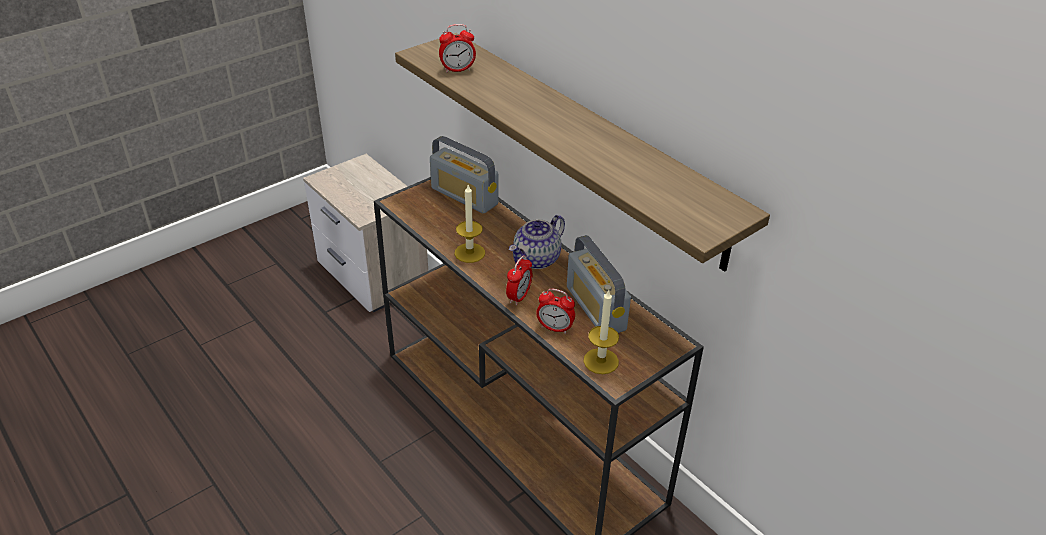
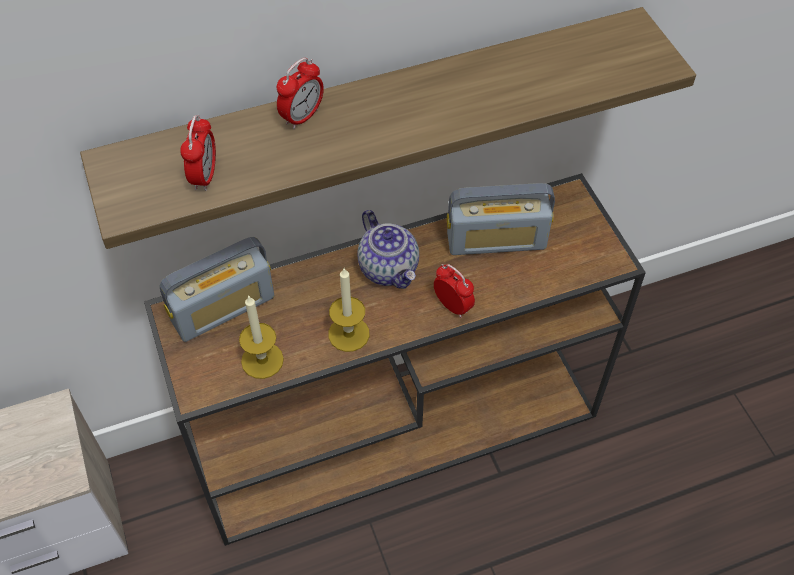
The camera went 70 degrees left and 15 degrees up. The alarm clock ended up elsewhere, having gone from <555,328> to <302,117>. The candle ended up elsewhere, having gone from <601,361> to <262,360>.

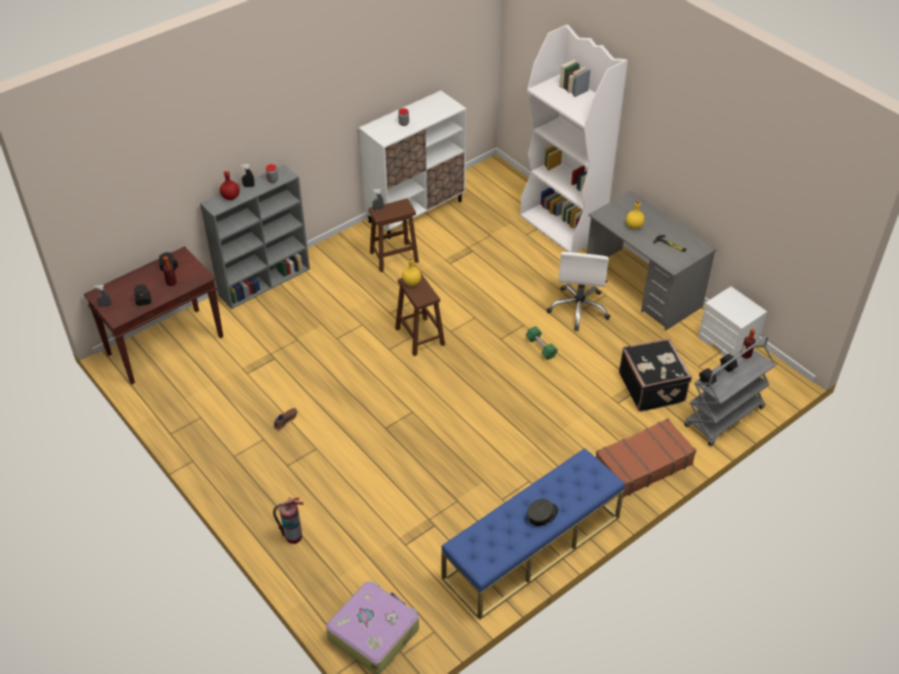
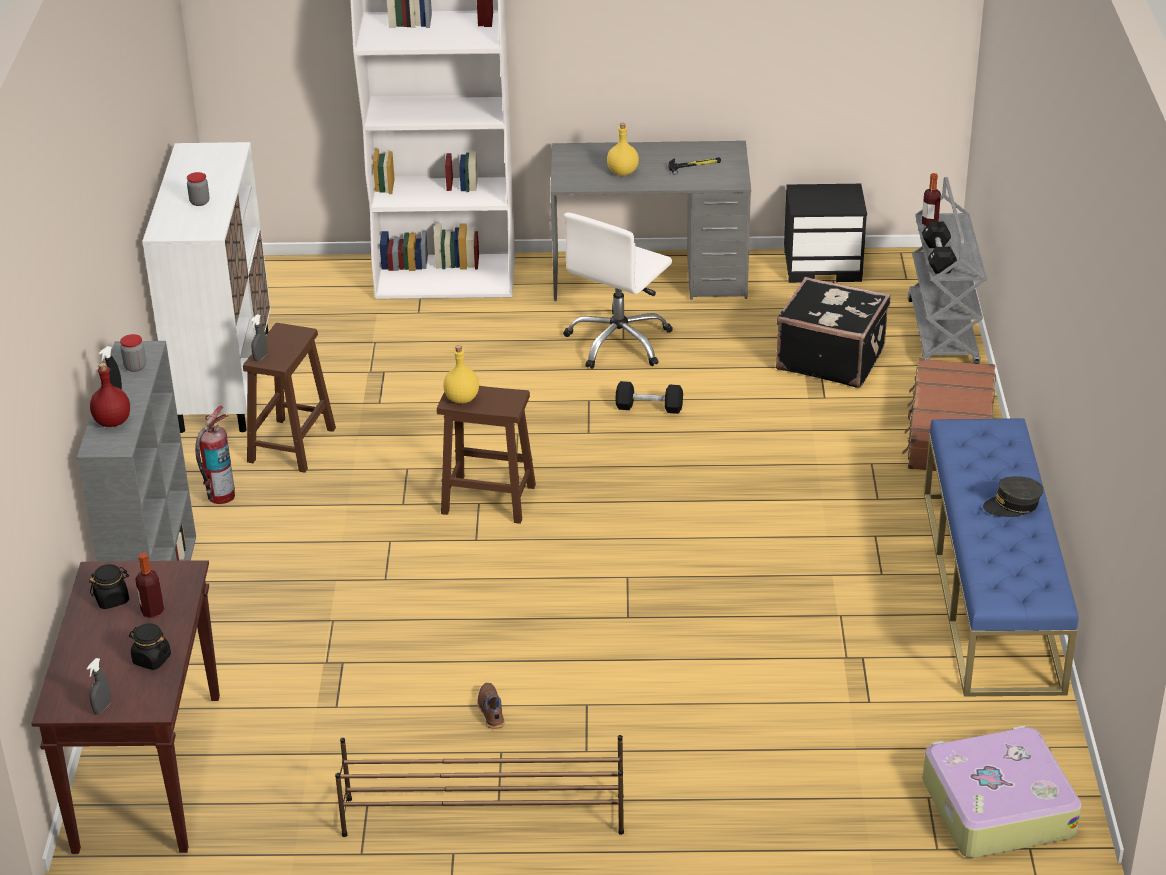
The camera went 50 degrees left and 10 degrees down. The second view gained the shoe shelf in brown at <482,815>. The fire extinguisher ended up elsewhere, having gone from <293,536> to <220,496>. What was the free weight in green-coloured at <541,347> turned into the free weight in black at <649,407>. What was the bedside table in white-coloured at <728,341> turned into the bedside table in black at <823,266>. The cap in greyish at <542,515> ended up facing another way, 105 degrees counterclockwise from before. The desk chair in white-coloured at <579,308> ended up facing another way, 75 degrees clockwise from before.

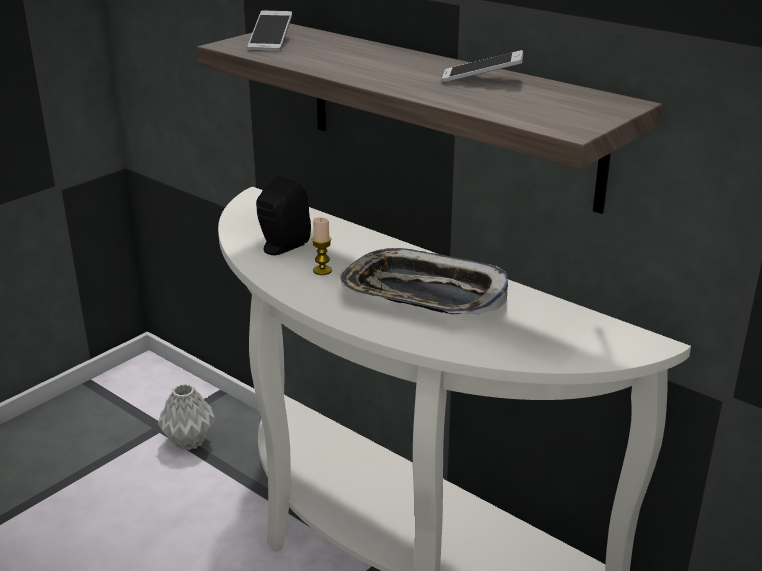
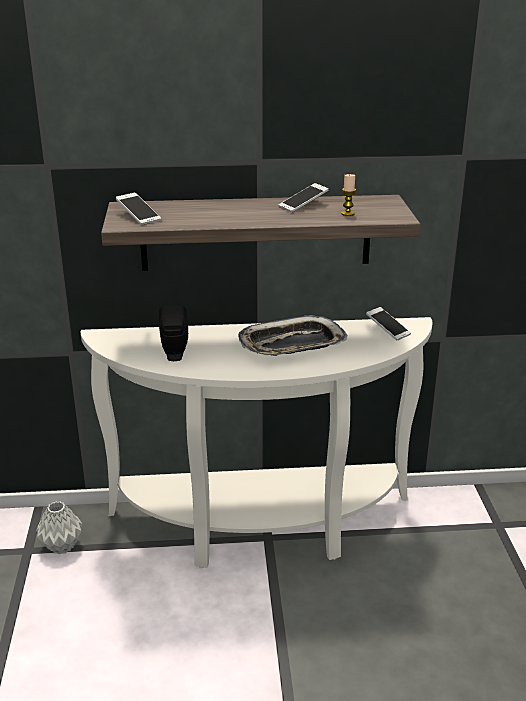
The camera went 45 degrees left and 0 degrees up. The second view gained the handset at <387,330>. The candle ended up elsewhere, having gone from <322,270> to <347,213>.

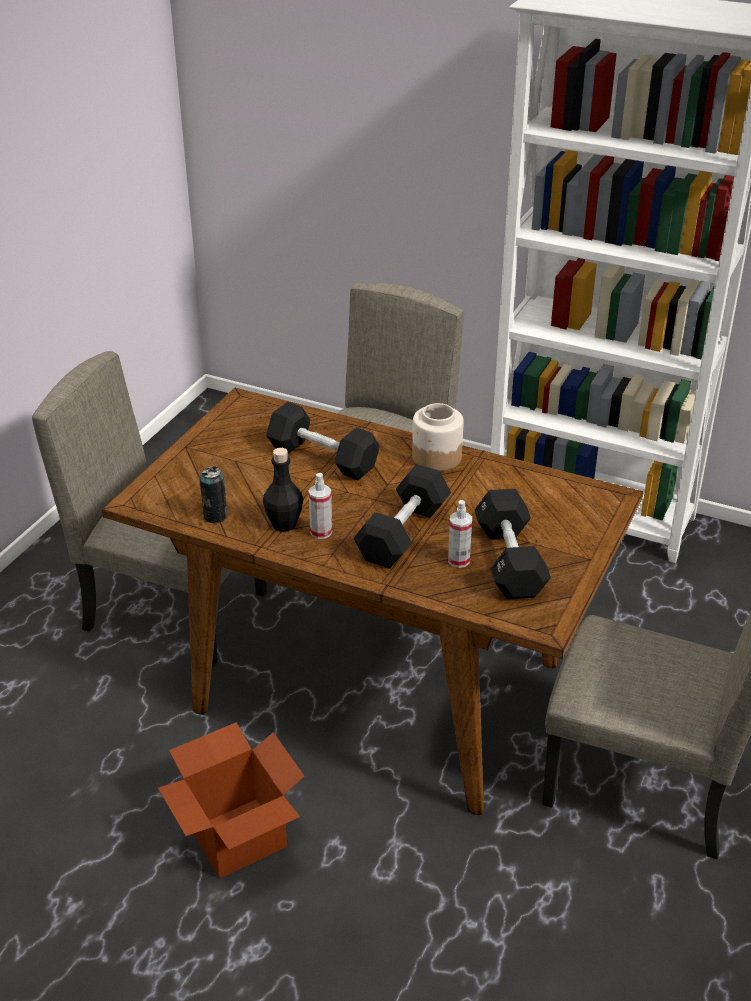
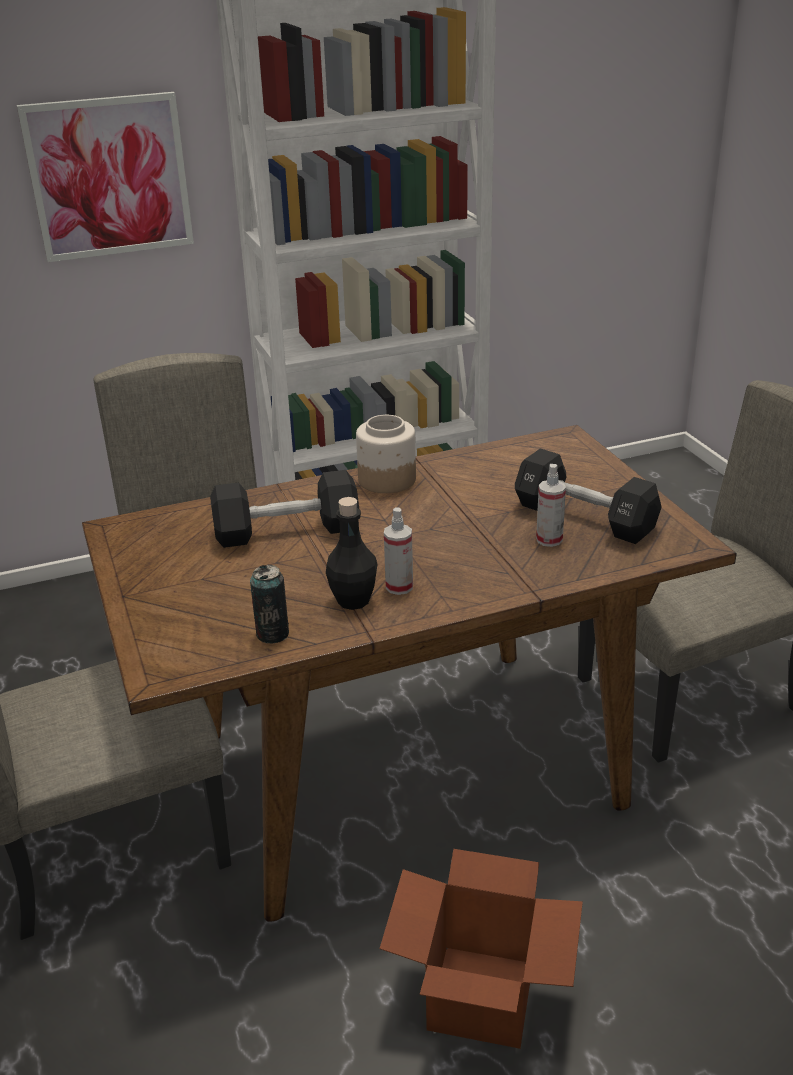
The camera went 45 degrees left and 5 degrees down. The second view lost the free weight in black at <403,533>. The second view gained the wall art at <109,177>.

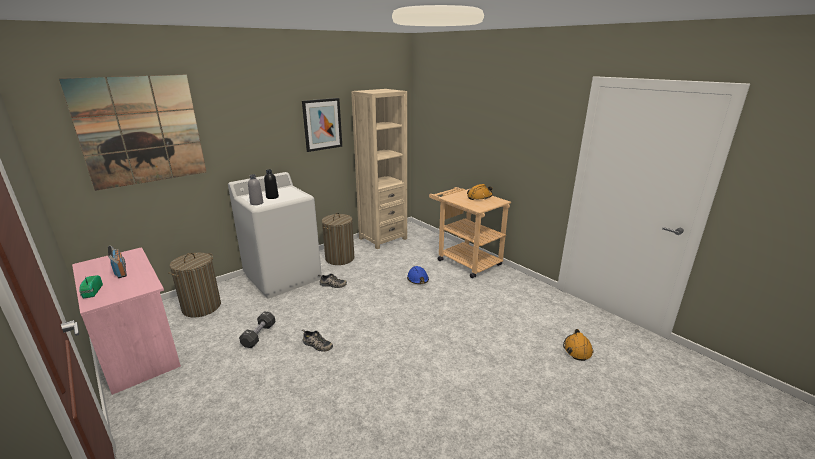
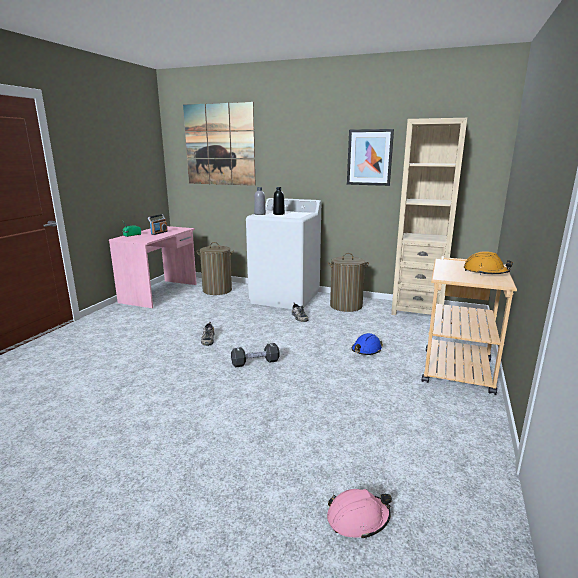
The camera went 60 degrees right and 5 degrees down. The free weight in black ended up elsewhere, having gone from <259,335> to <255,362>. What was the hard hat in orangey at <577,349> turned into the hard hat in pink at <358,519>.

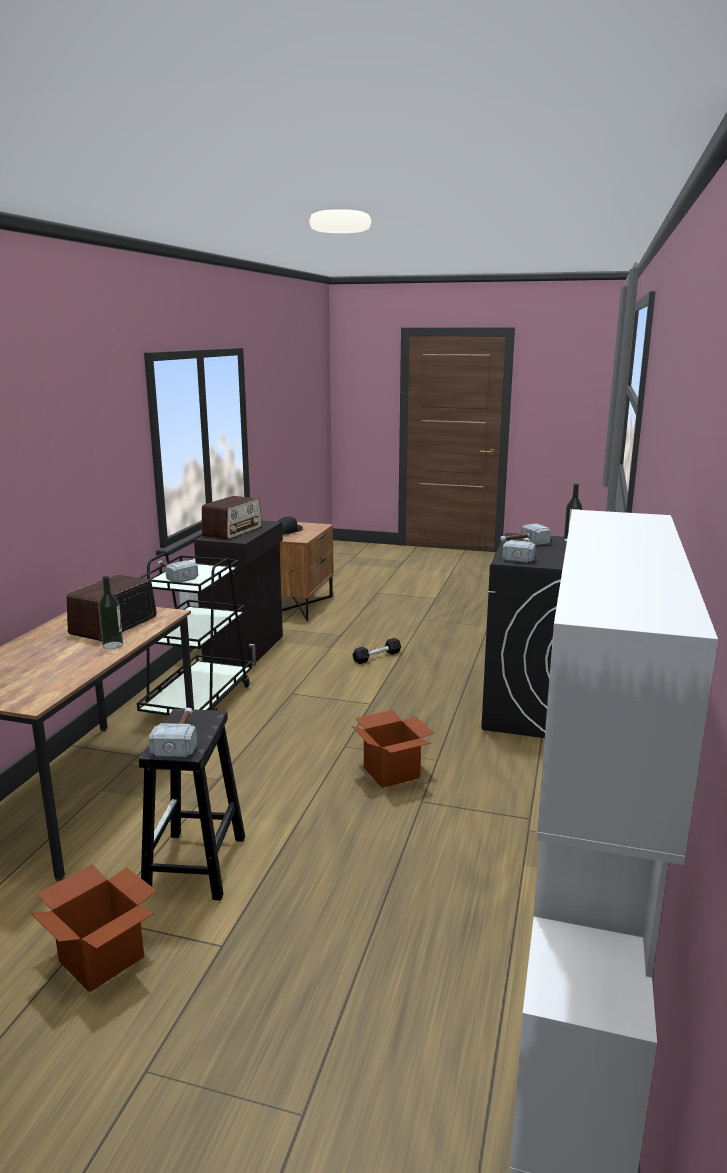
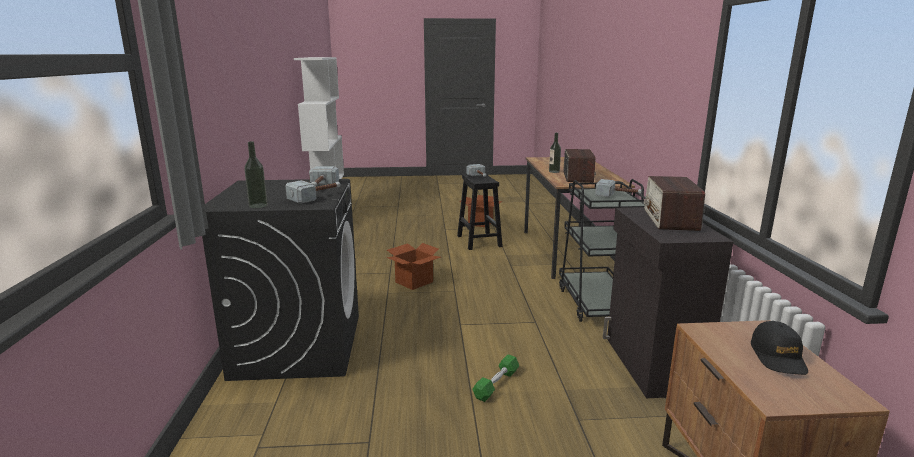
The camera went 160 degrees right and 0 degrees up. What was the free weight in black at <377,657> turned into the free weight in green-coloured at <496,384>.

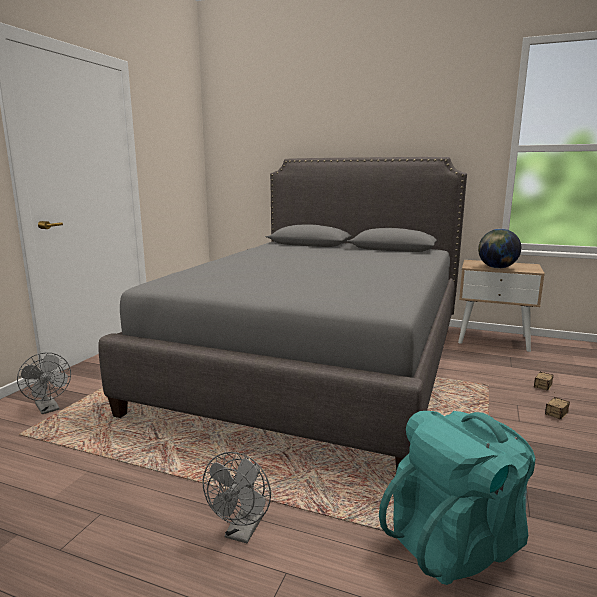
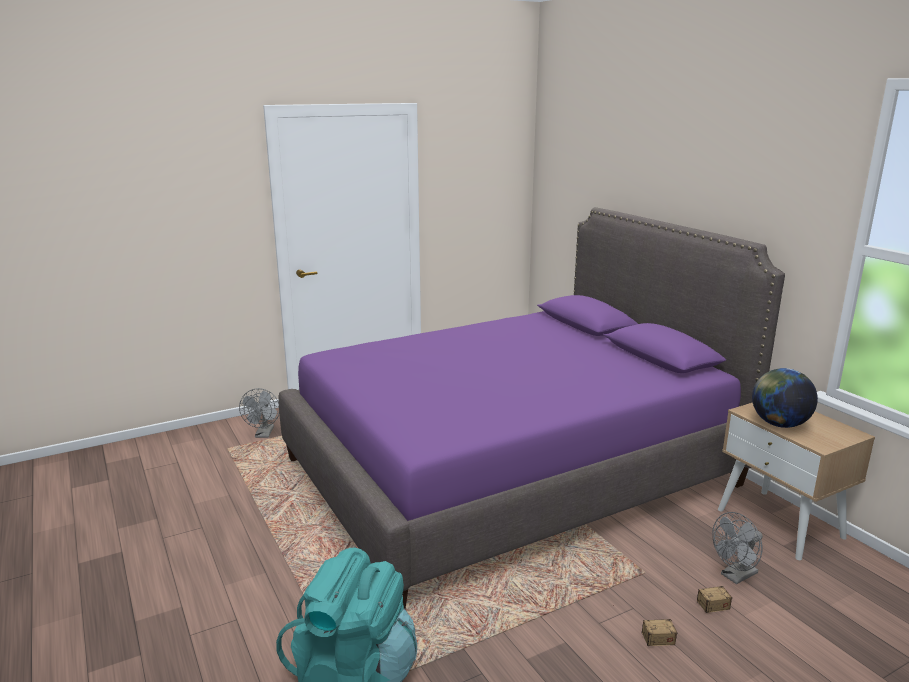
The camera went 40 degrees right and 5 degrees up. The cooling fan in greyish ended up elsewhere, having gone from <242,532> to <735,576>. What was the sleeping bed in greyish at <318,363> turned into the sleeping bed in purple-coloured at <510,471>.

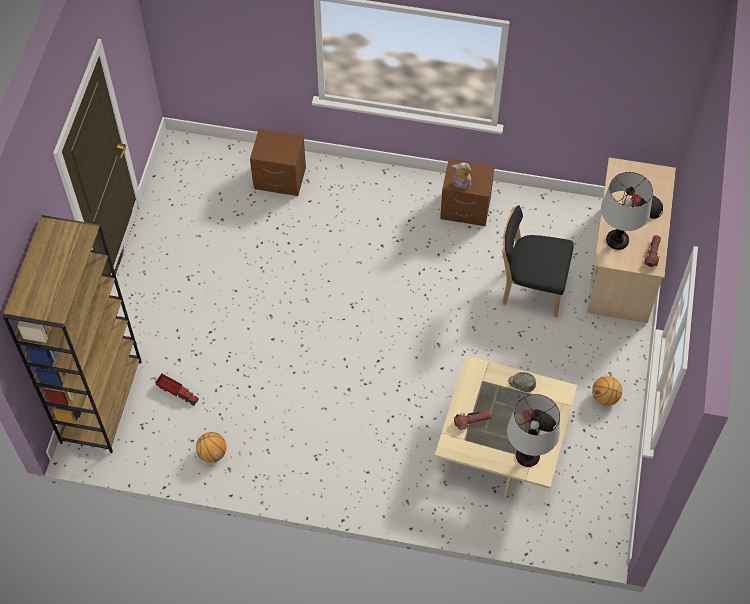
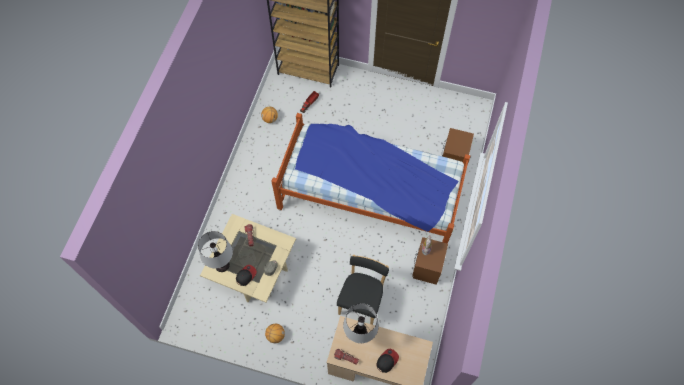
The camera went 95 degrees right and 5 degrees up. The second view gained the sleeping bed at <369,195>.

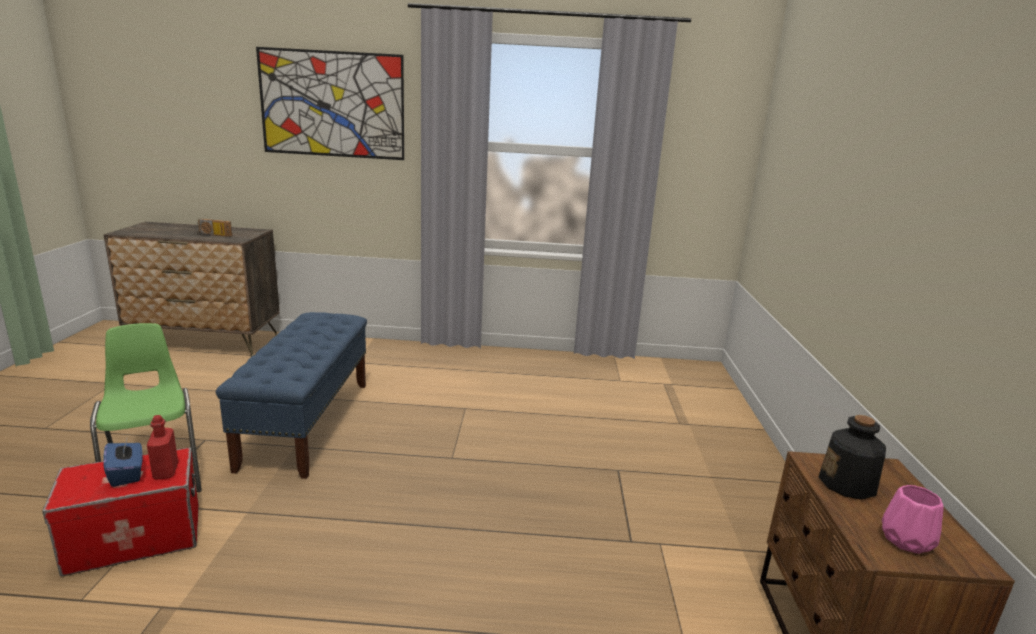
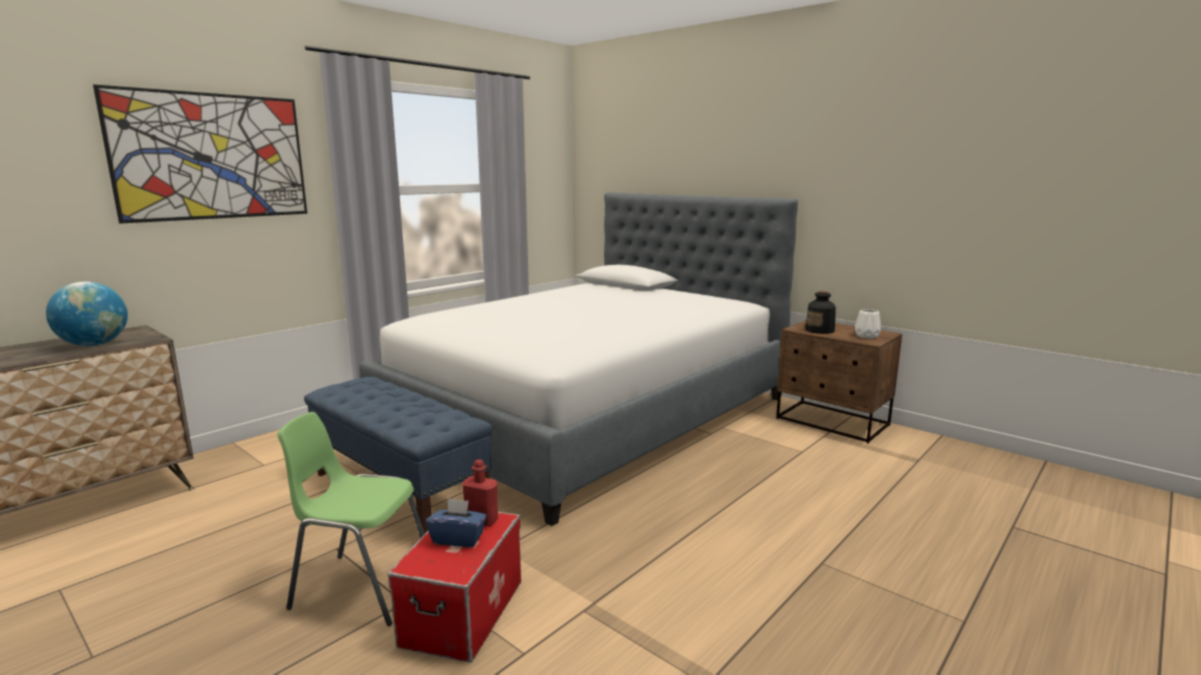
The camera went 50 degrees left and 5 degrees down. The second view gained the sleeping bed at <590,414>. Where the radio stood at <212,235>, the globe came to stand at <94,345>. What was the vase in pink at <907,540> turned into the vase in white-coloured at <866,336>.

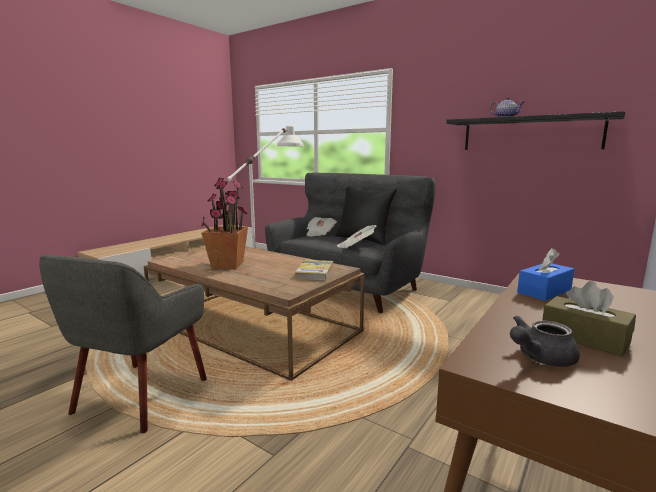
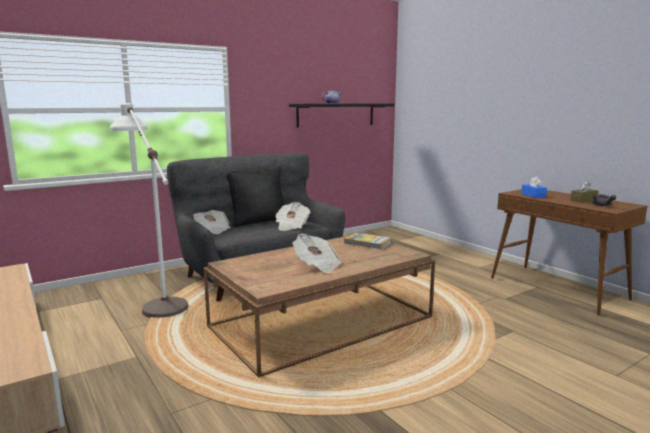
The camera went 70 degrees left and 0 degrees up. The second view lost the easy chair in greyish at <139,396>. Where the plant in a pot stood at <227,265>, the printed paper came to stand at <317,265>.

